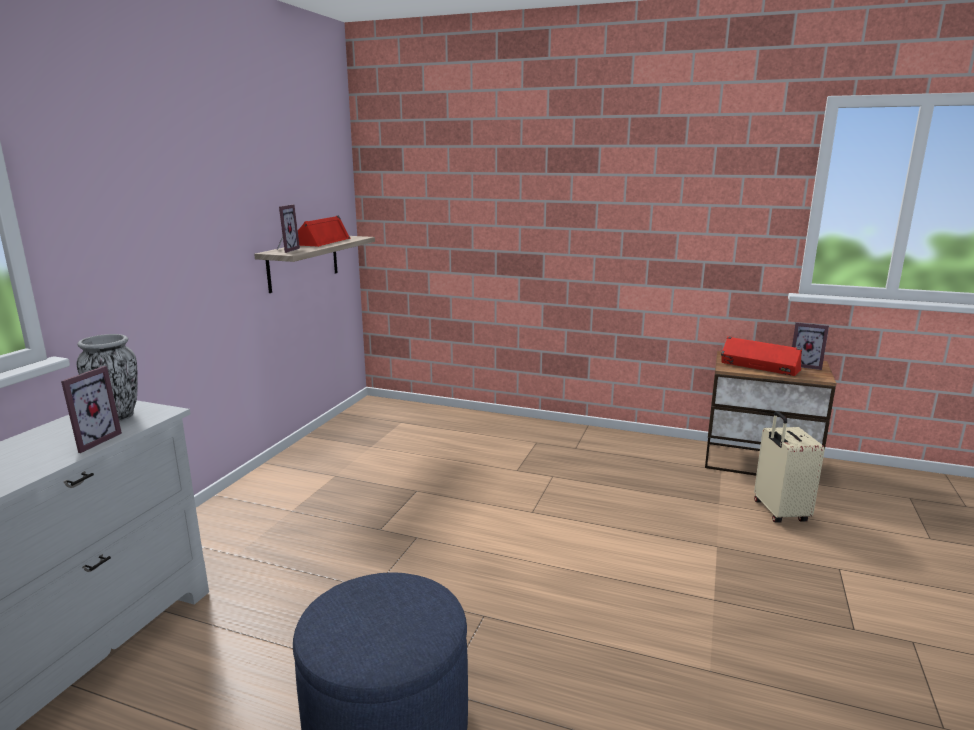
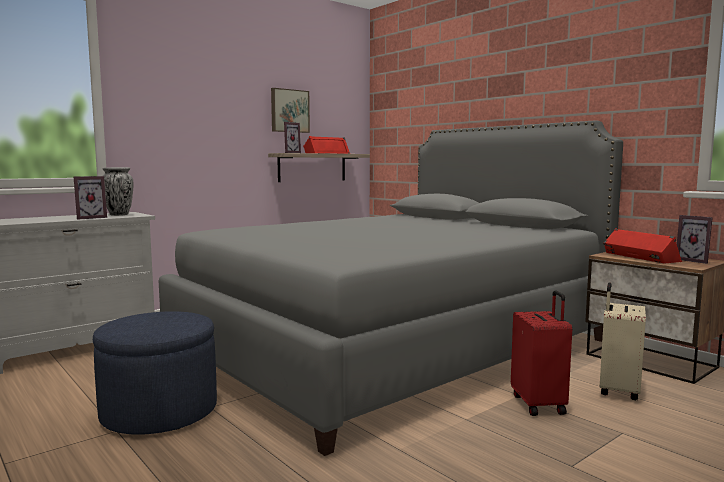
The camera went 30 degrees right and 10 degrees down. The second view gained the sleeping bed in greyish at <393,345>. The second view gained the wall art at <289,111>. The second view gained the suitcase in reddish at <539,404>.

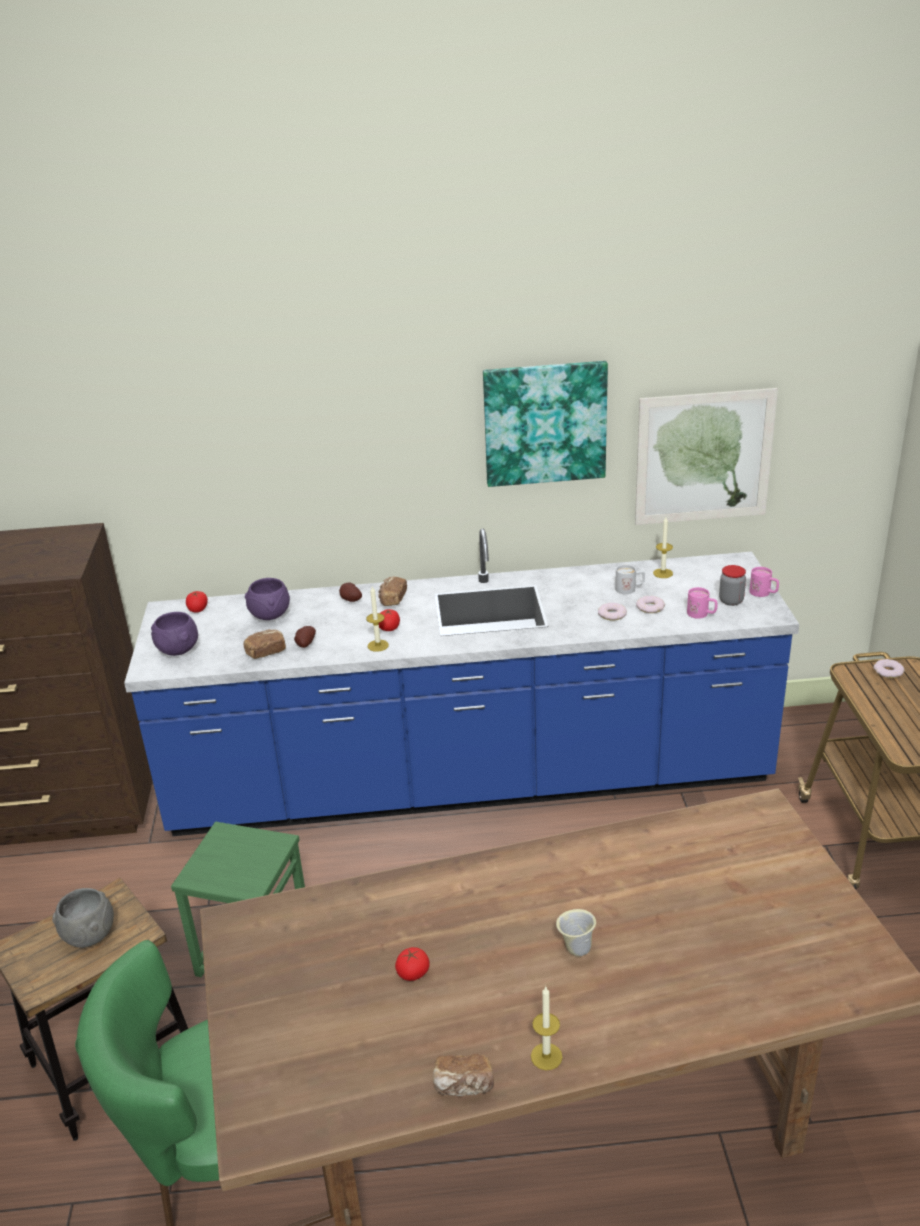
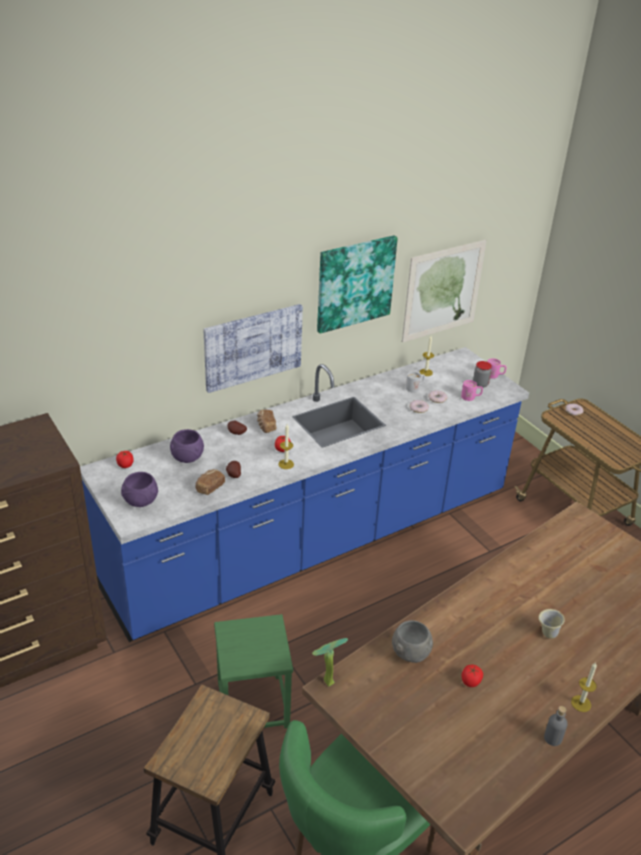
The camera went 30 degrees left and 5 degrees up. The second view gained the wall art at <253,347>. The second view gained the plant in a pot at <325,682>. The deep dish in greyish ended up elsewhere, having gone from <88,936> to <409,654>. Where the bread stood at <464,1086>, the bottle in greyish came to stand at <552,738>.

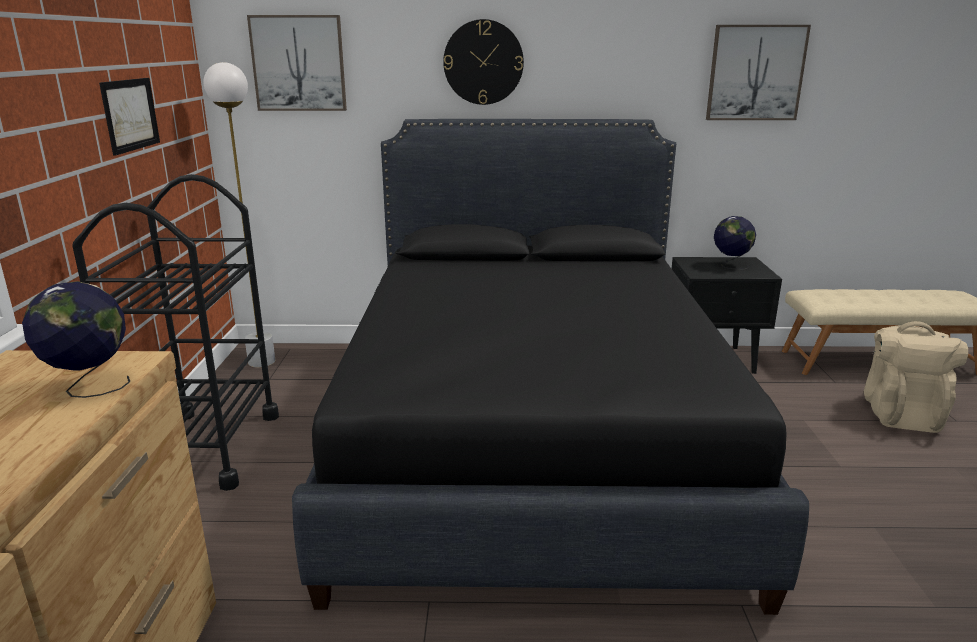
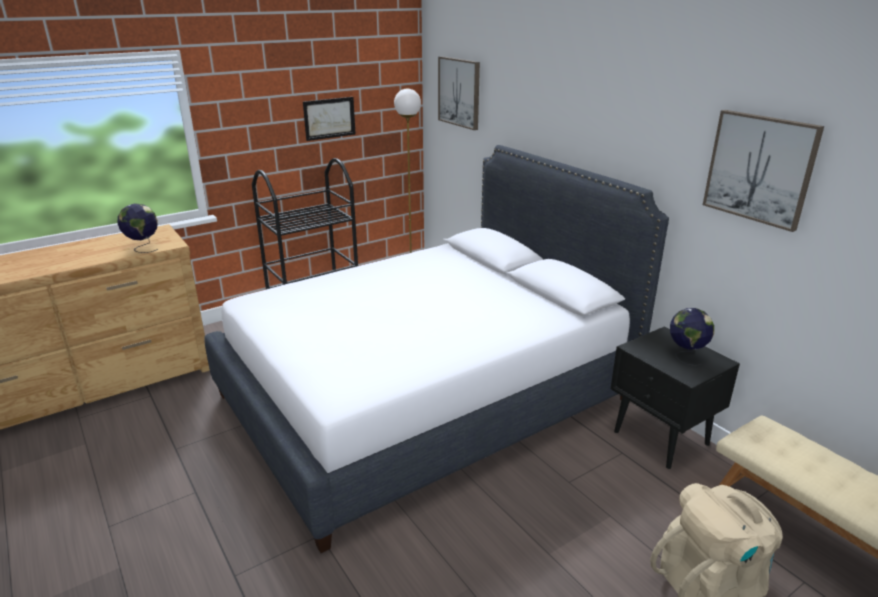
The camera went 55 degrees right and 5 degrees up. The second view lost the wall clock at <483,62>. What was the sleeping bed in black at <531,439> turned into the sleeping bed in white-coloured at <426,397>.

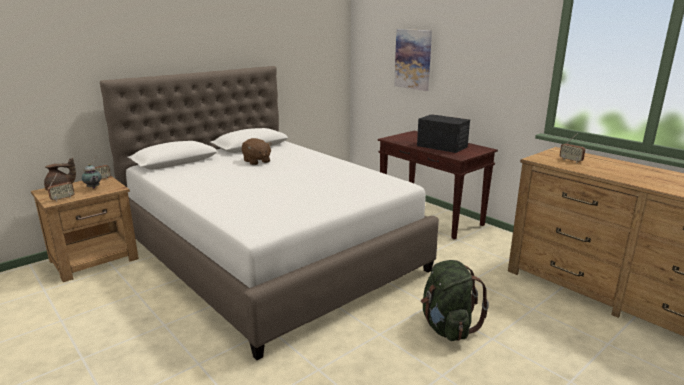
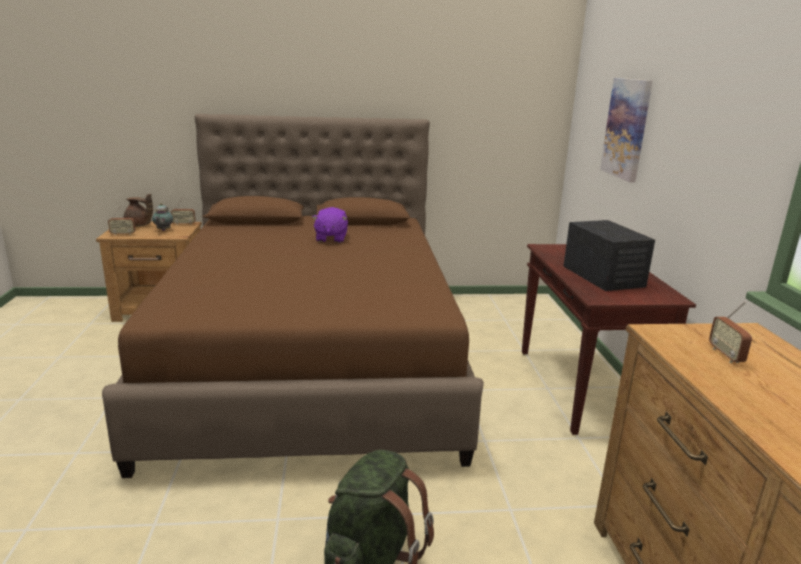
The camera went 35 degrees right and 0 degrees up. What was the sleeping bed in white-coloured at <270,253> turned into the sleeping bed in brown at <312,361>. What was the cuddly toy in brown at <256,161> turned into the cuddly toy in purple-coloured at <330,238>.

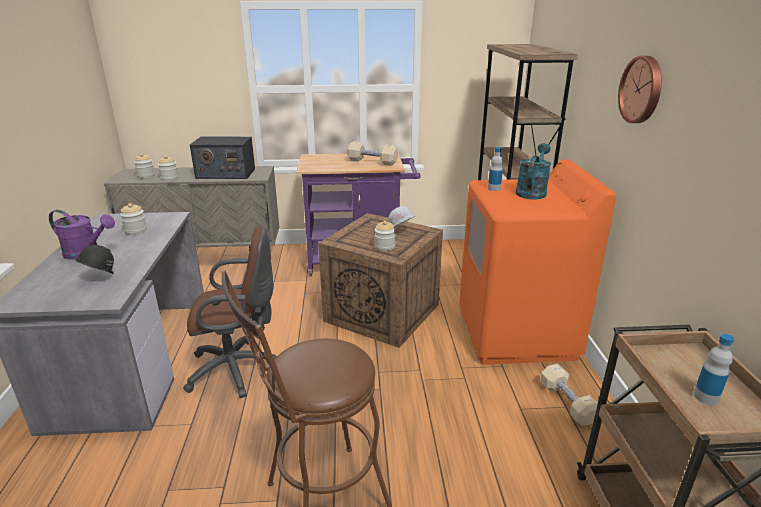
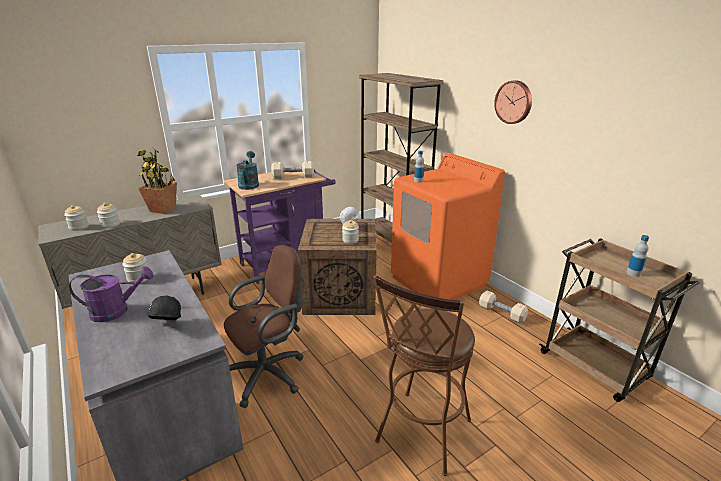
The camera went 30 degrees left and 0 degrees up. The sprinkling can in turquoise-coloured ended up elsewhere, having gone from <532,191> to <249,184>. Where the radio stood at <225,173>, the plant in a pot came to stand at <163,209>.

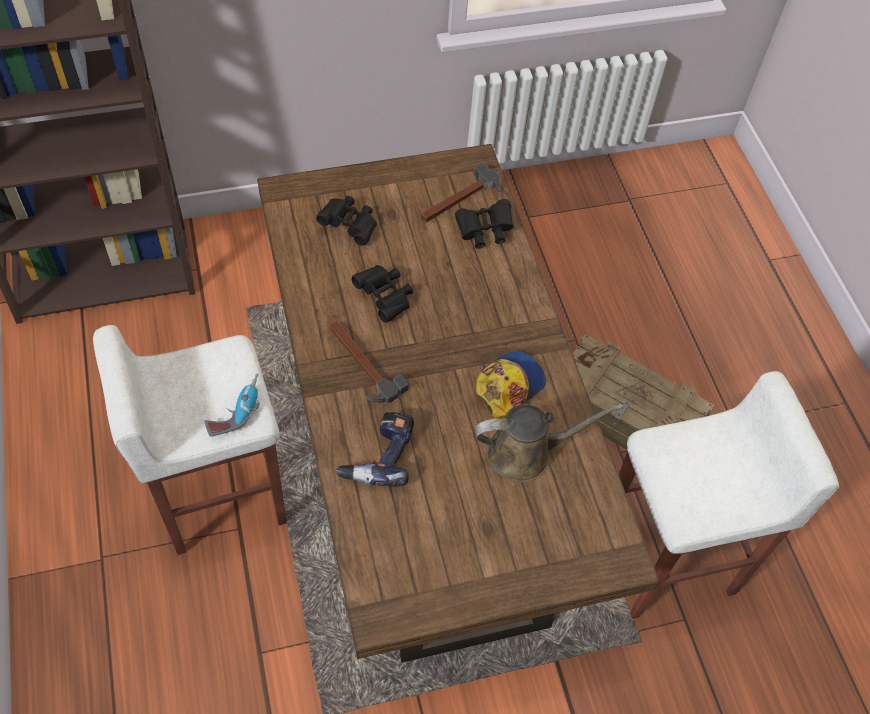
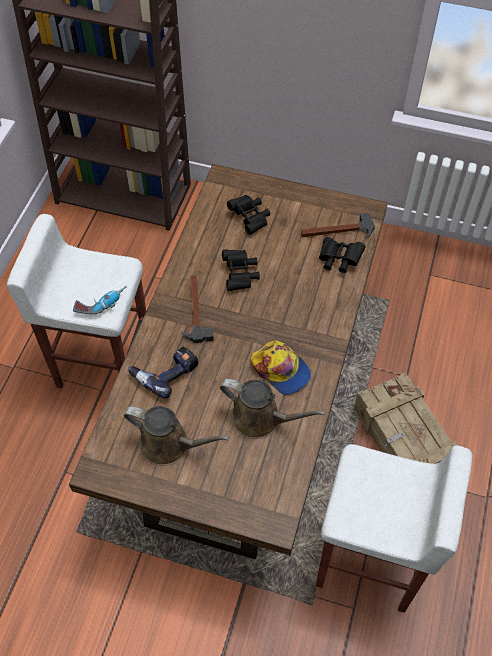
The camera went 35 degrees right and 0 degrees up. The second view gained the sprinkling can in brown at <169,445>. The cap at <509,386> ended up facing another way, 60 degrees clockwise from before.

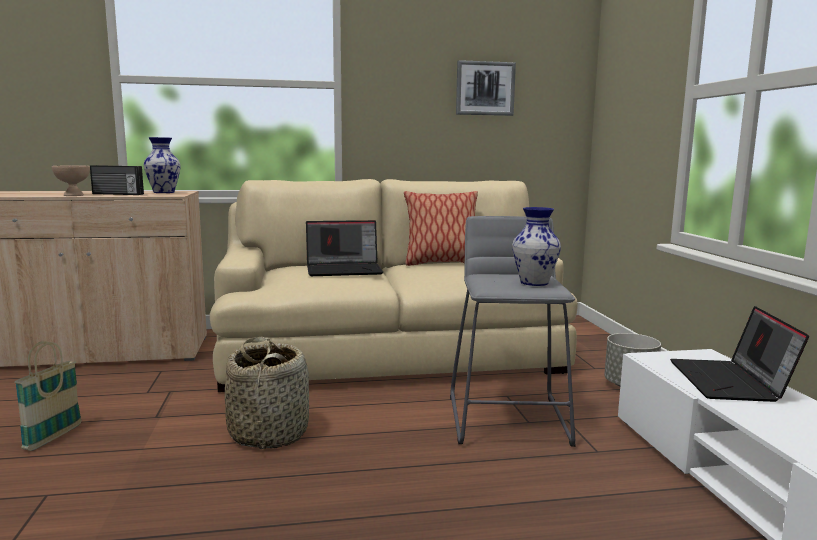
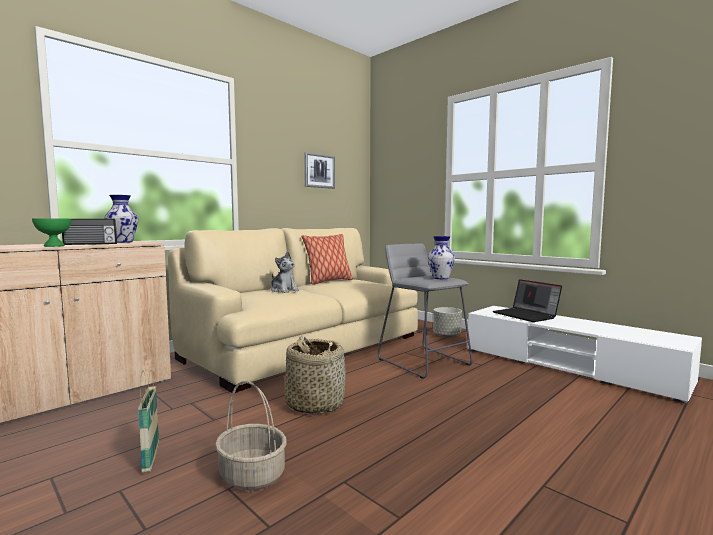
The camera went 35 degrees left and 5 degrees down. The second view gained the household basket at <251,475>. Where the laptop stood at <345,270>, the cuddly toy came to stand at <284,290>. What was the deep dish in sand-coloured at <73,195> turned into the deep dish in green-coloured at <53,246>.

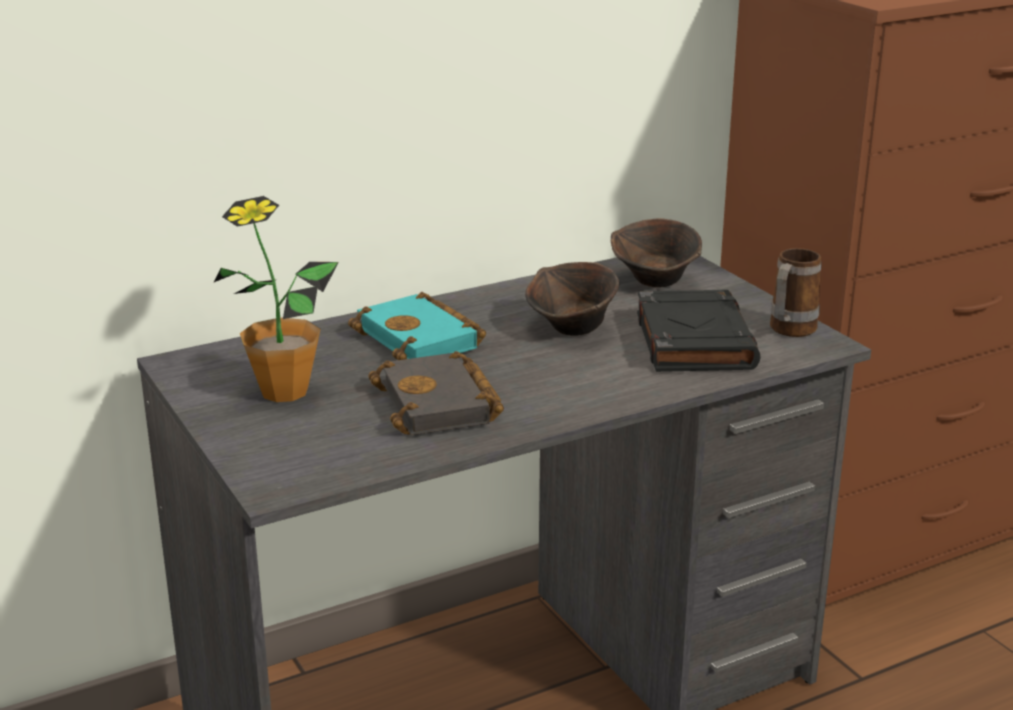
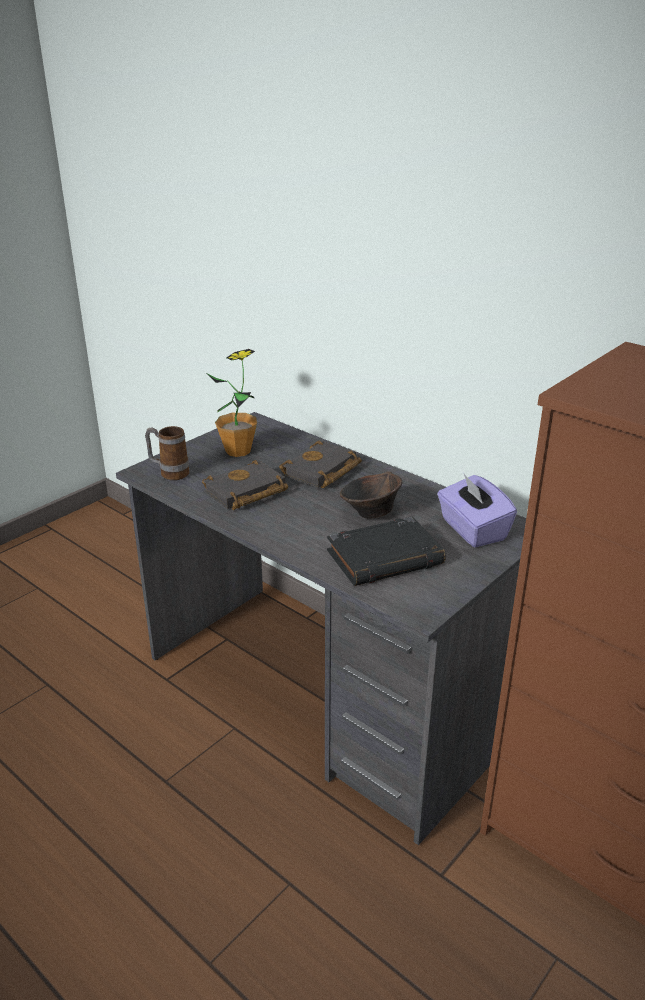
The camera went 70 degrees right and 5 degrees up. The coffee mug ended up elsewhere, having gone from <788,331> to <169,473>. Where the deep dish in brown stood at <656,282>, the box of tissues in purple-coloured came to stand at <472,530>. What was the bound book in turquoise-coloured at <423,340> turned into the bound book in black at <322,472>.

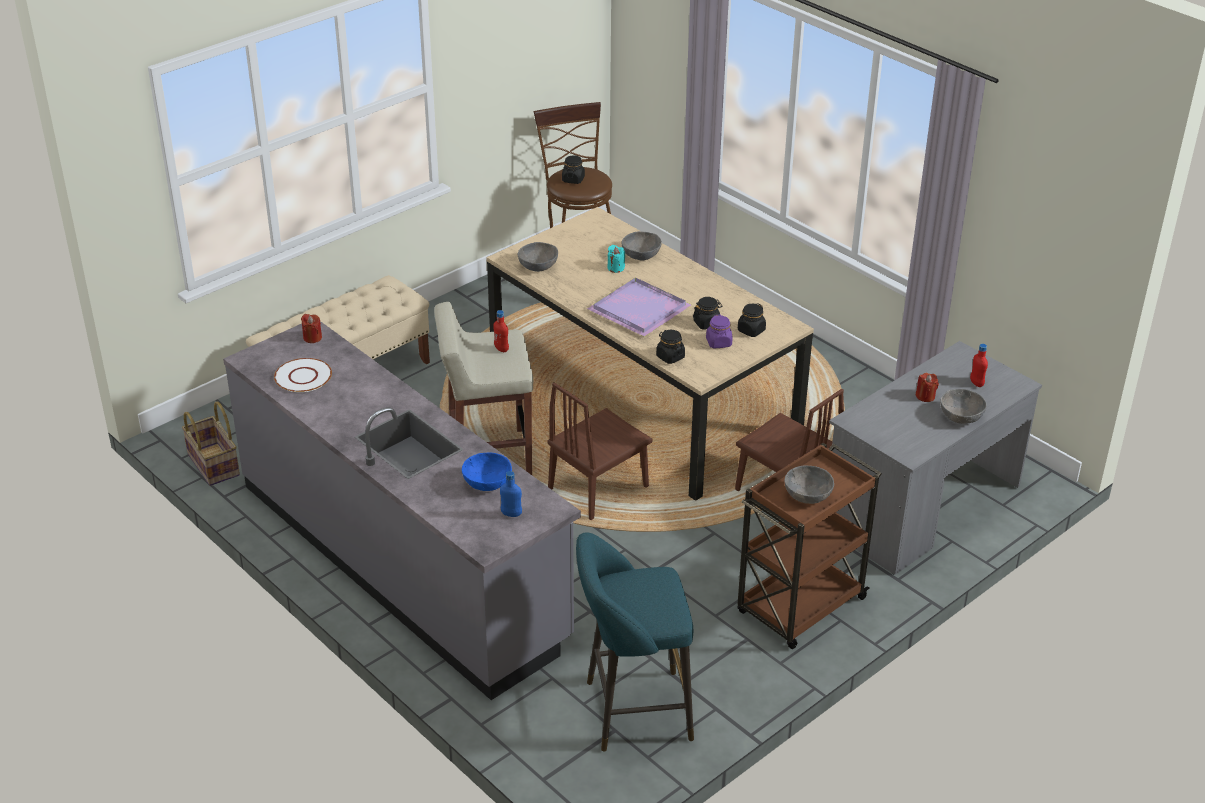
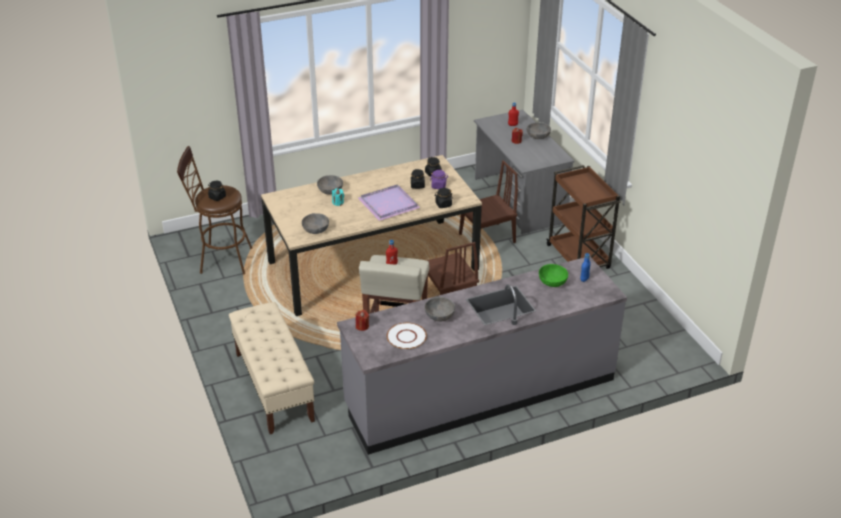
The camera went 70 degrees left and 0 degrees up. The second view lost the household basket at <214,464>. The second view lost the sitting stool in turquoise-coloured at <631,711>. The deep dish in greyish ended up elsewhere, having gone from <807,495> to <439,316>. What was the deep dish in bluish at <487,483> turned into the deep dish in green-coloured at <552,282>.

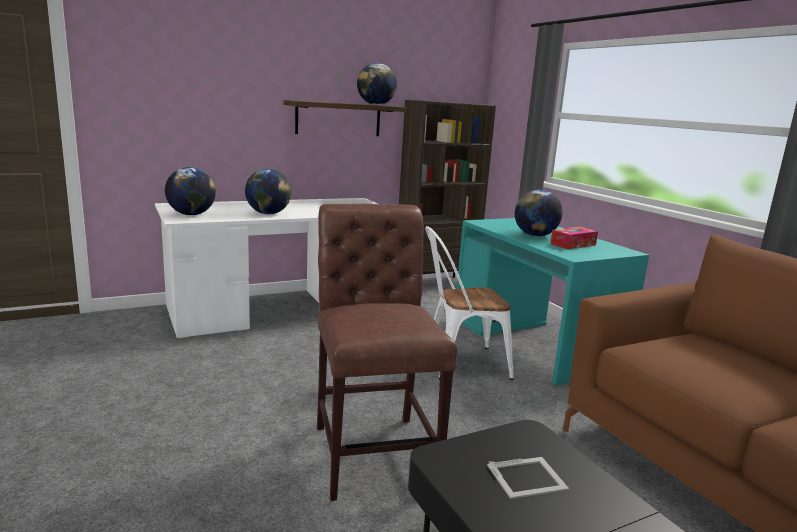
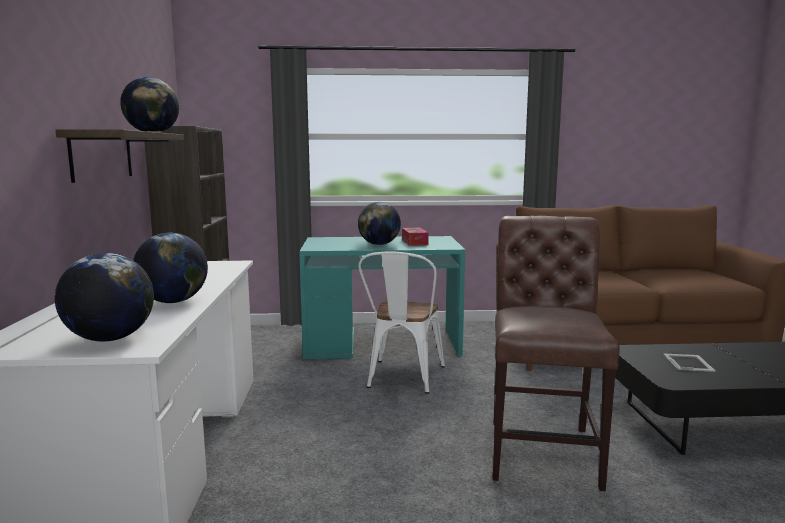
The camera went 65 degrees left and 5 degrees down. The upright chair in brown at <373,449> ended up facing another way, 90 degrees clockwise from before.

